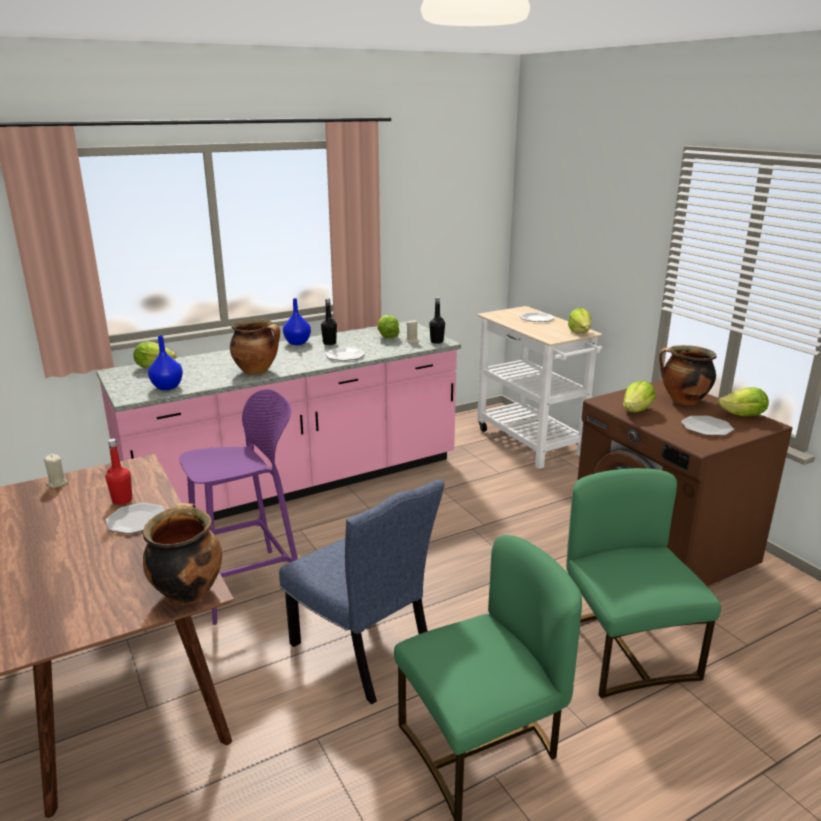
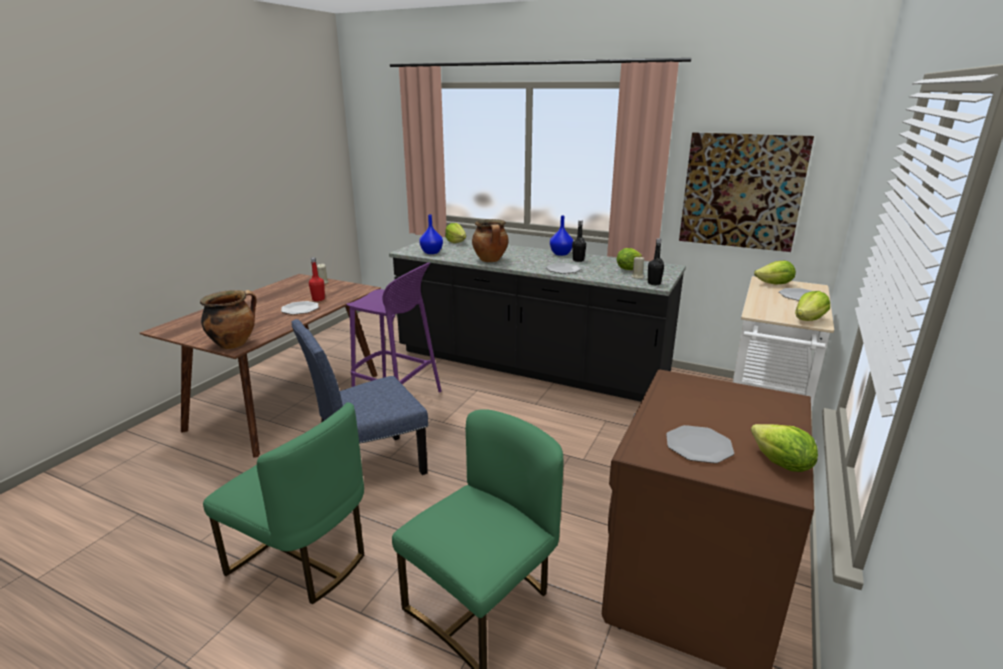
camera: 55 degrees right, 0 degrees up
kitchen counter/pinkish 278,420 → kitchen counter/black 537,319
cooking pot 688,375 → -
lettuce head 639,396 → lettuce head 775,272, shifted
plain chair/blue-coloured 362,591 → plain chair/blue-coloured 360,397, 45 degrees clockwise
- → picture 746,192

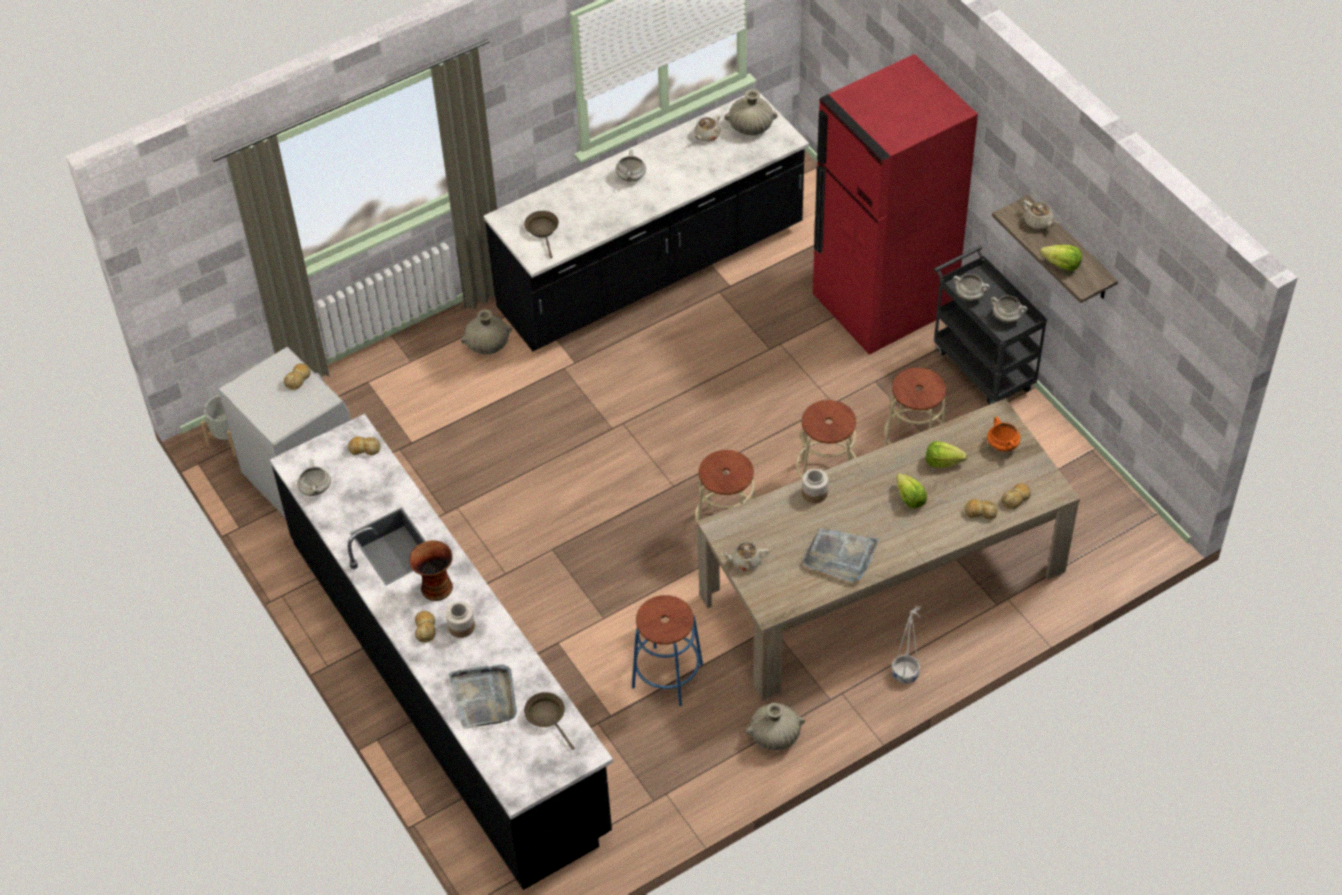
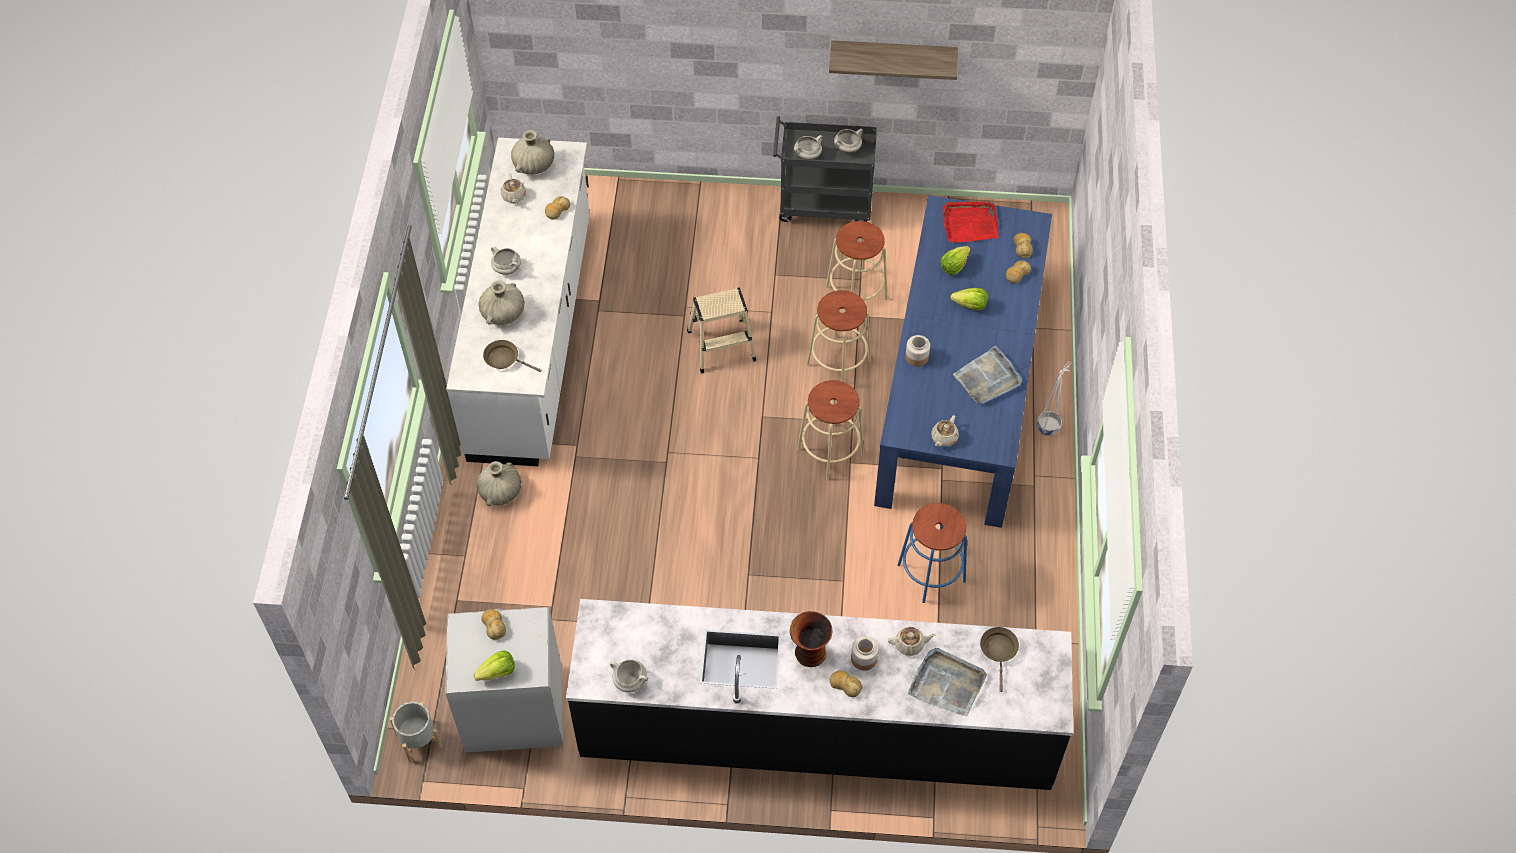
camera: 55 degrees left, 5 degrees up
fridge/red 895,204 → -
kitchen counter/black 646,220 → kitchen counter/white-coloured 518,302
teapot/sand-coloured 1040,214 → teapot/sand-coloured 912,641, shifted
lettuce head 1061,258 → lettuce head 494,665, shifted
dinner table/sand-coloured 888,549 → dinner table/blue-coloured 963,361
cooking pot/orange-coloured 1003,434 → tray/red 971,222
bread 364,445 → bread 557,208, shifted
skillet/brown 549,721 → skillet/brown 999,659, 90 degrees clockwise
flower vase/sand-coloured 775,727 → flower vase/sand-coloured 502,303, shifted
- → stepladder/sand-coloured 721,330

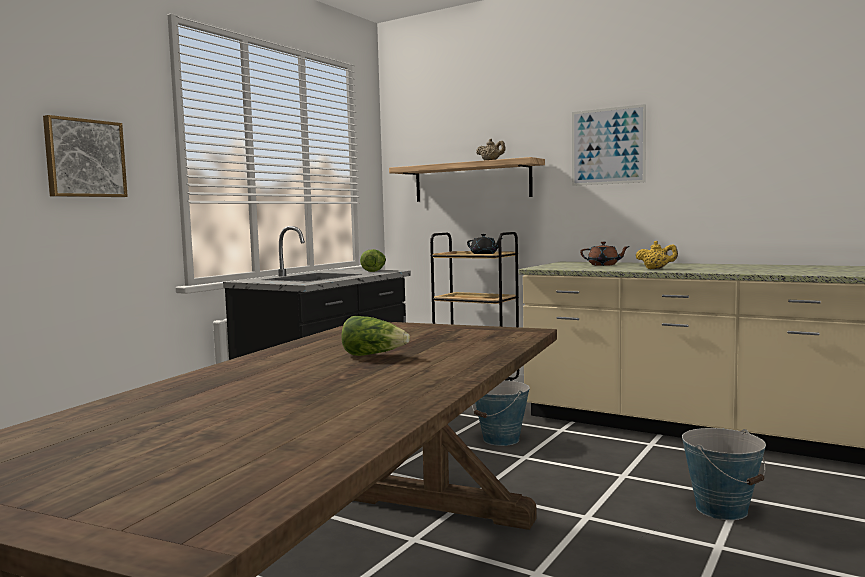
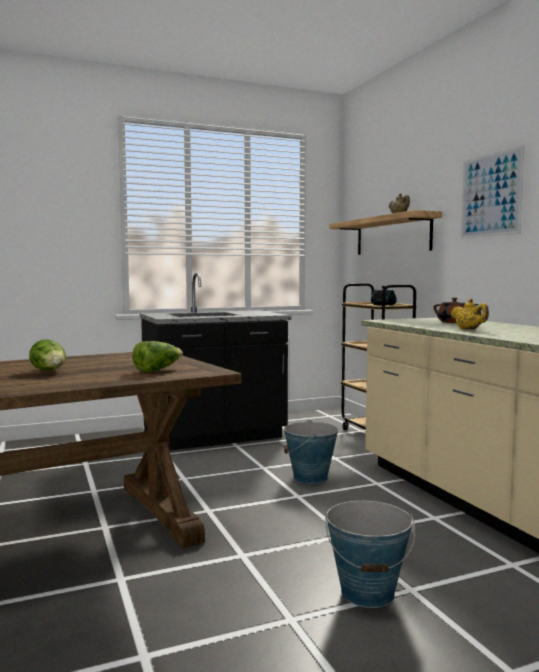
camera: 35 degrees right, 0 degrees up
picture 85,156 → -
lettuce head 373,260 → lettuce head 157,356, shifted

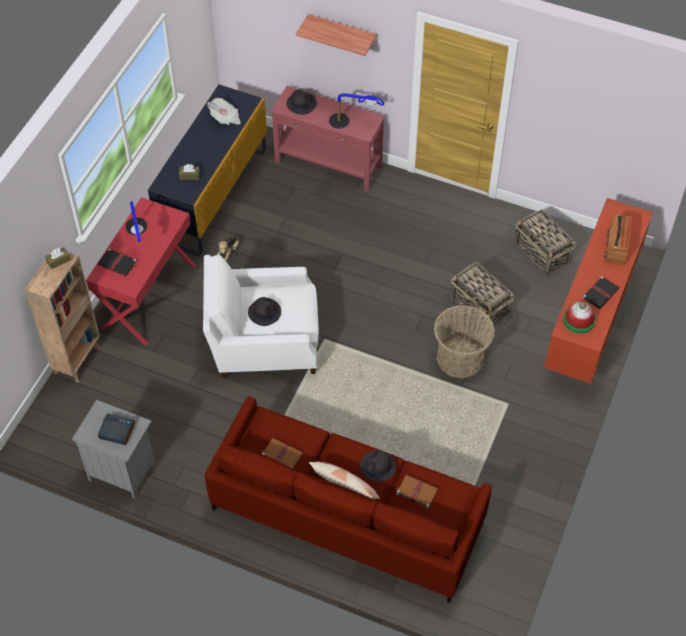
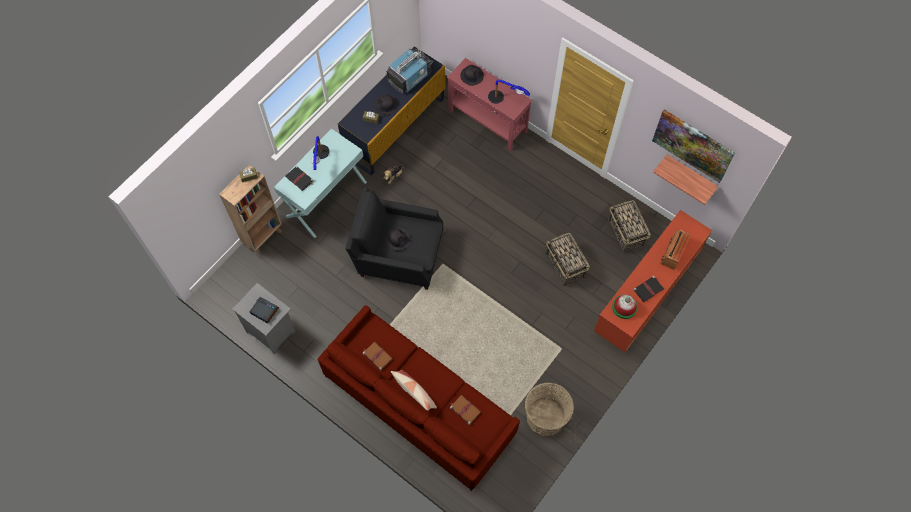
camera: 15 degrees right, 10 degrees up
wall shelf 336,35 → wall shelf 685,180, shifted
daily paper 224,111 → TV set 410,70
desk/red 141,271 → desk/blue-green 320,183
armchair/white-coloured 261,316 → armchair/black 394,238
basket 464,342 → basket 549,409, shifted
wearable hat/black 378,466 → wearable hat/black 386,104, shifted
- → picture 693,146

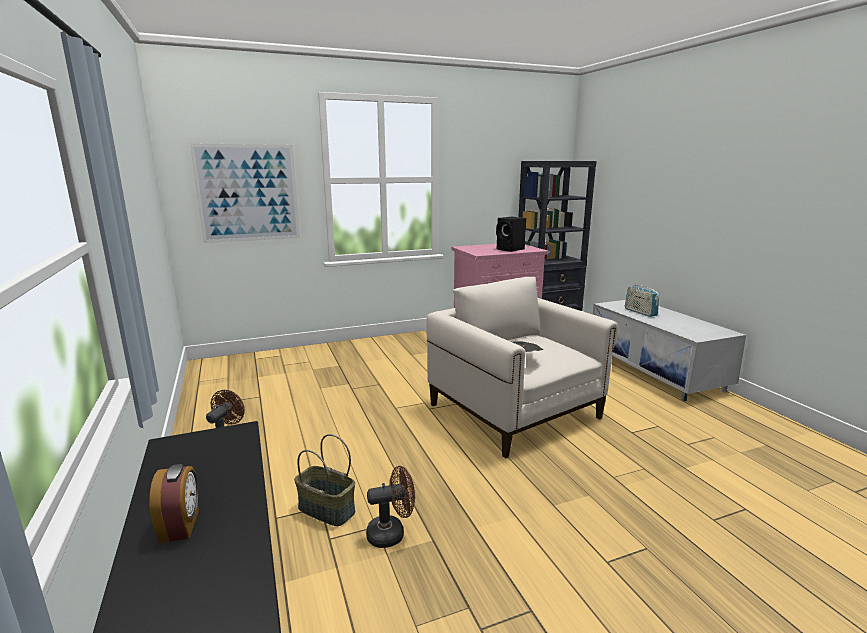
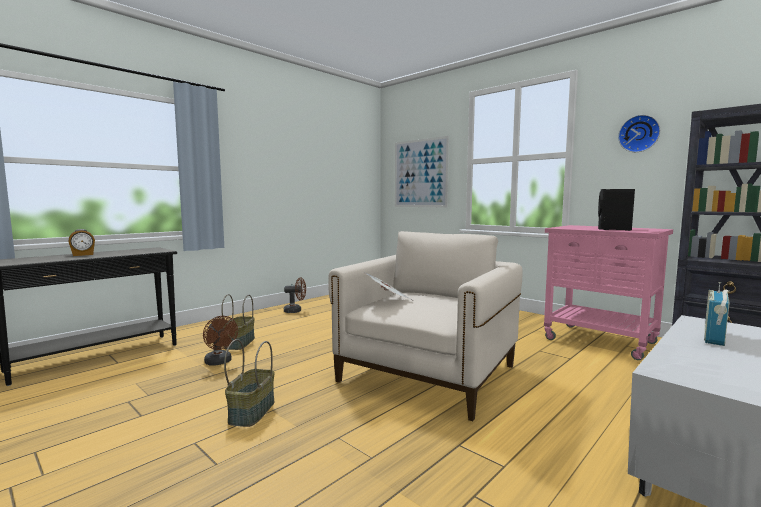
camera: 65 degrees right, 10 degrees down
- → hanging clock 639,133
- → basket 249,383

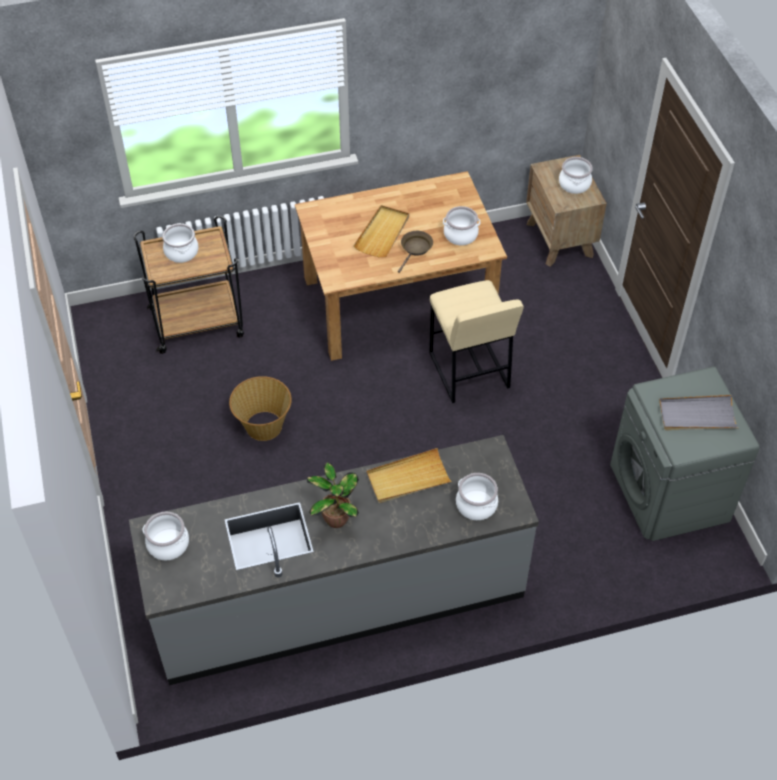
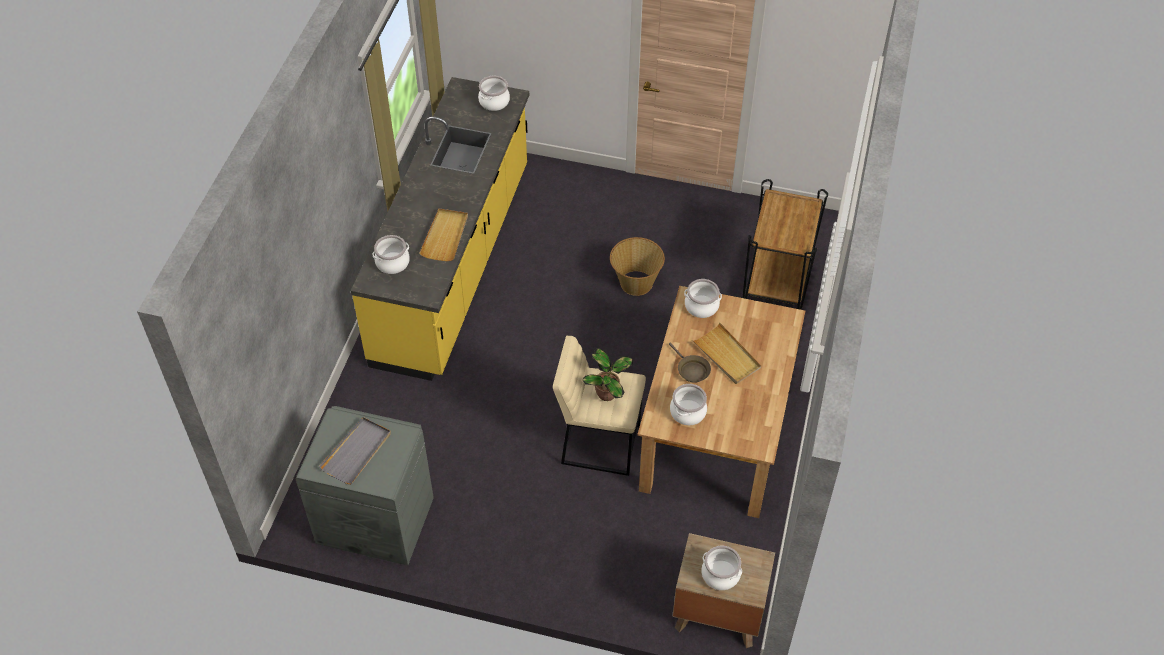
camera: 120 degrees right, 0 degrees up
cooking pot 180,243 → cooking pot 703,298, shifted
kitchen counter/gray 334,560 → kitchen counter/yellow 440,229
houseplant 333,495 → houseplant 608,374, shifted

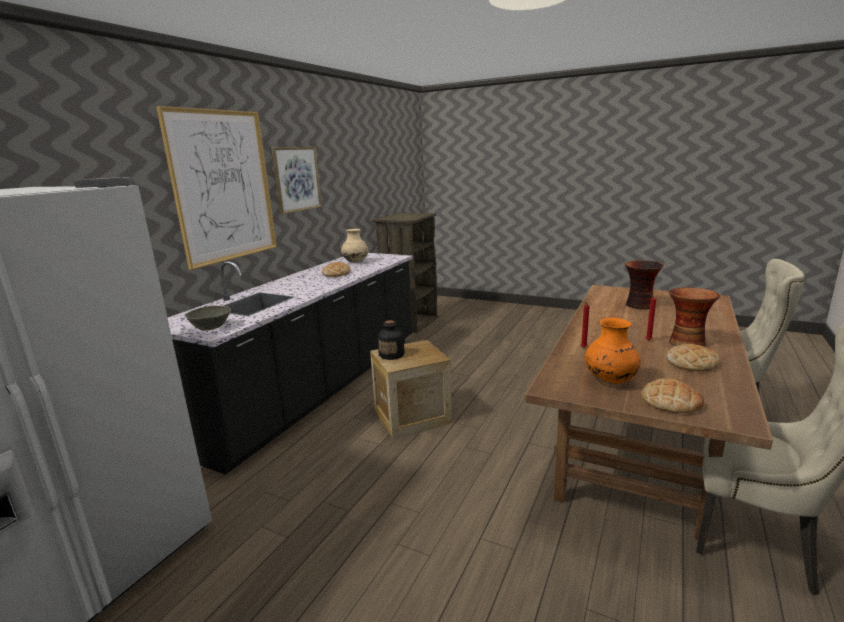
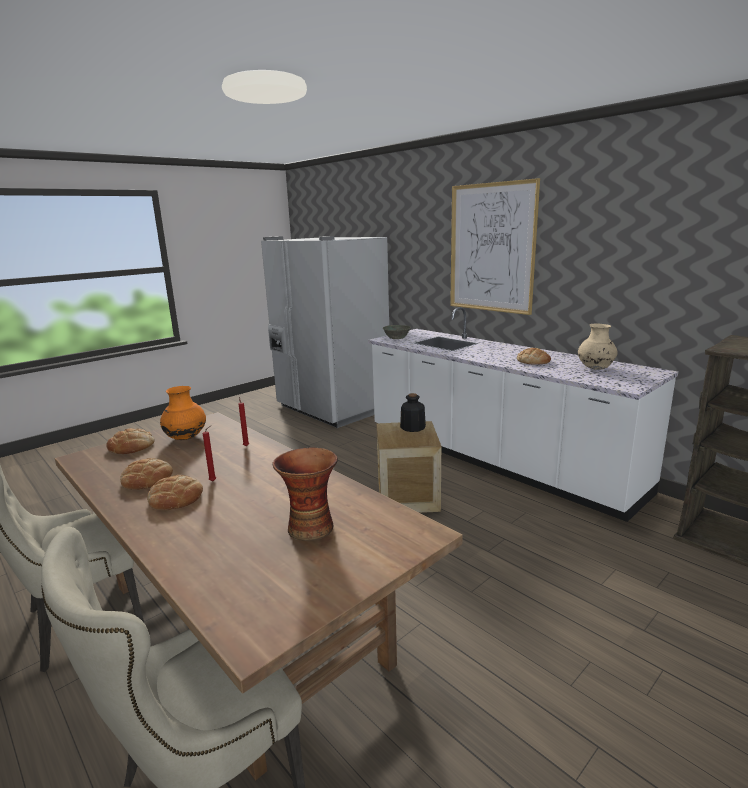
camera: 110 degrees right, 0 degrees up
picture 296,180 → -
kitchen counter/black 290,364 → kitchen counter/white-coloured 523,414
flower vase 694,317 → bread 175,492

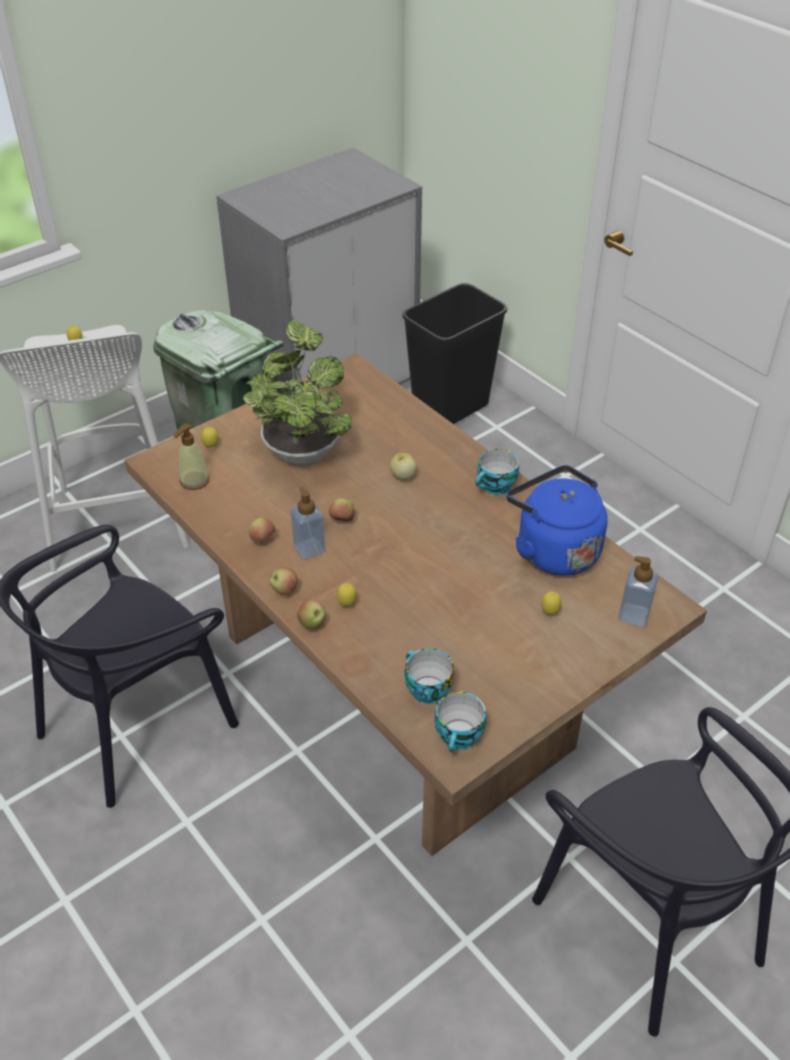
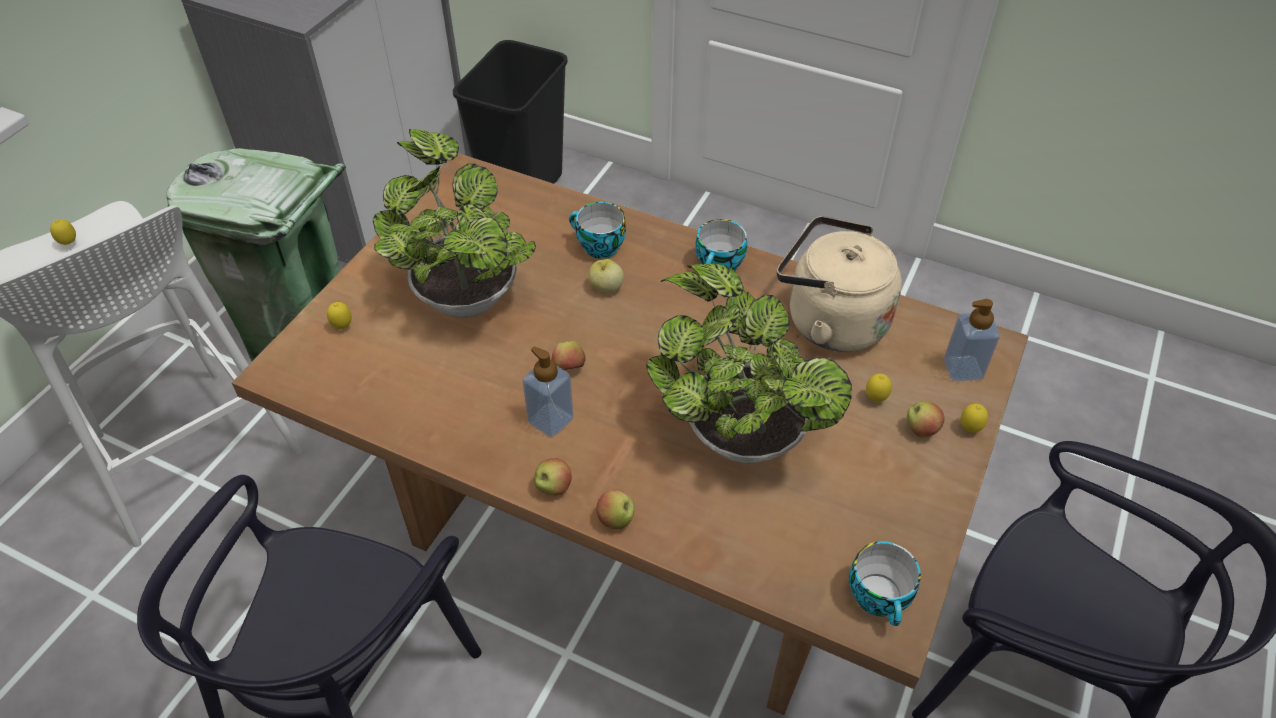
camera: 25 degrees left, 5 degrees up
soap bottle 192,456 → -
tea kettle/blue-coloured 557,520 → tea kettle/sand-coloured 839,284
whole apple 262,530 → whole apple 925,419, shifted
lemon 347,594 → lemon 974,418, shifted
small cup 429,676 → small cup 597,230, shifted
- → houseplant 749,363

